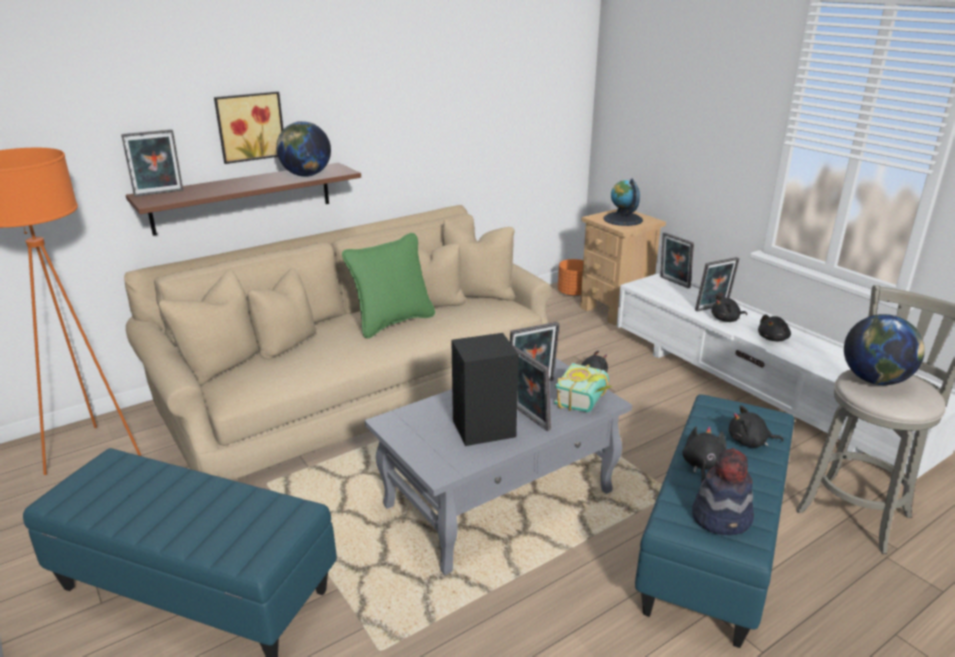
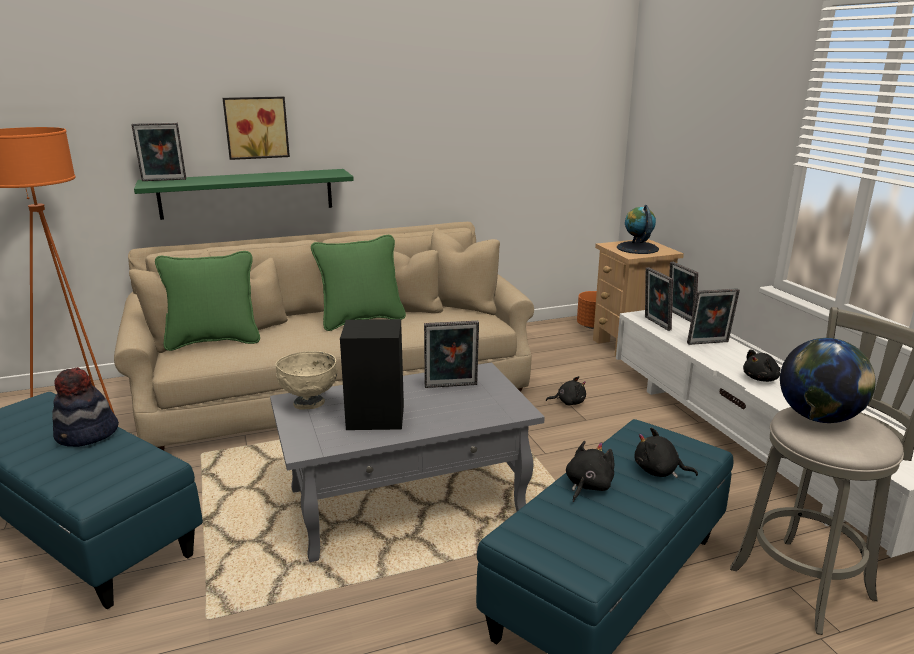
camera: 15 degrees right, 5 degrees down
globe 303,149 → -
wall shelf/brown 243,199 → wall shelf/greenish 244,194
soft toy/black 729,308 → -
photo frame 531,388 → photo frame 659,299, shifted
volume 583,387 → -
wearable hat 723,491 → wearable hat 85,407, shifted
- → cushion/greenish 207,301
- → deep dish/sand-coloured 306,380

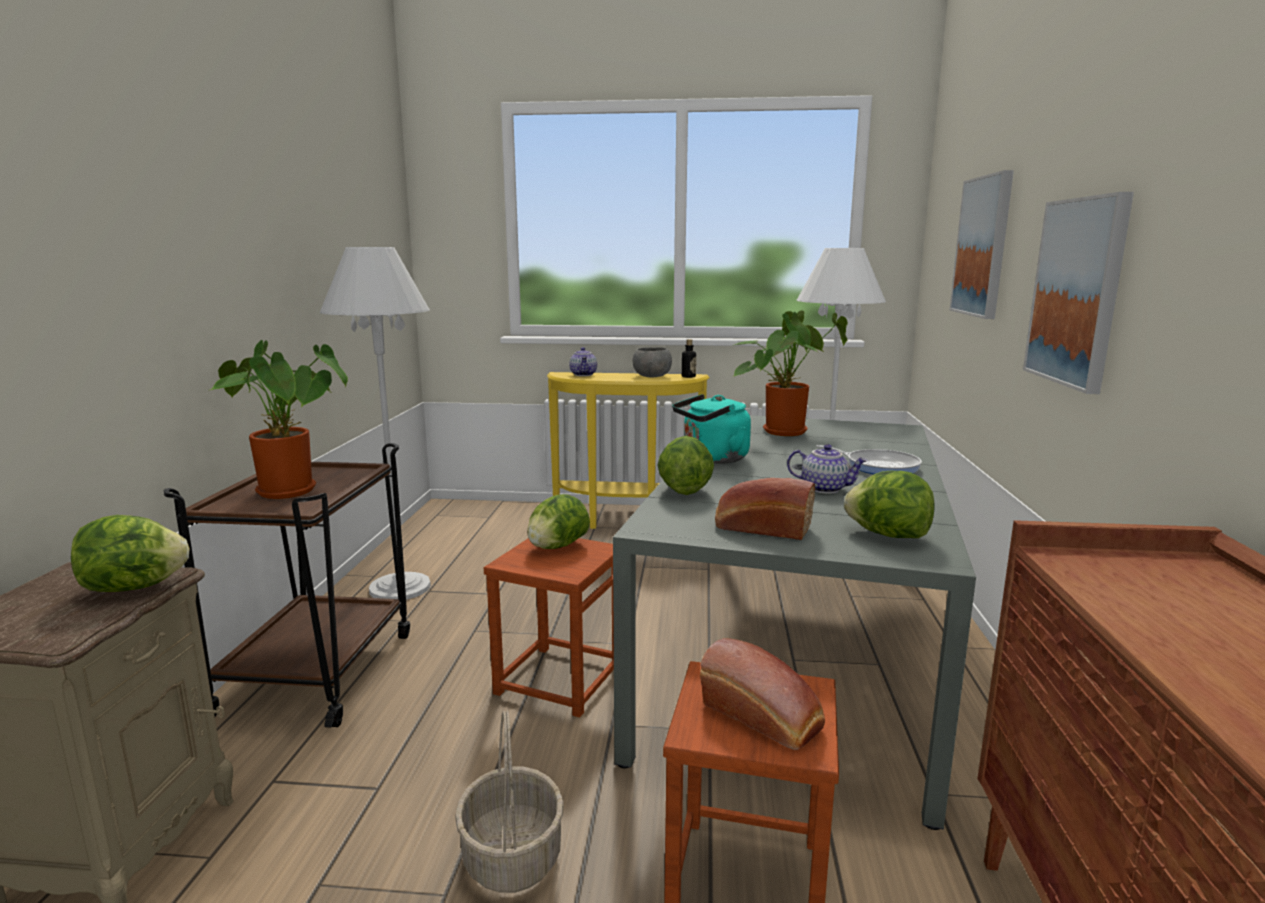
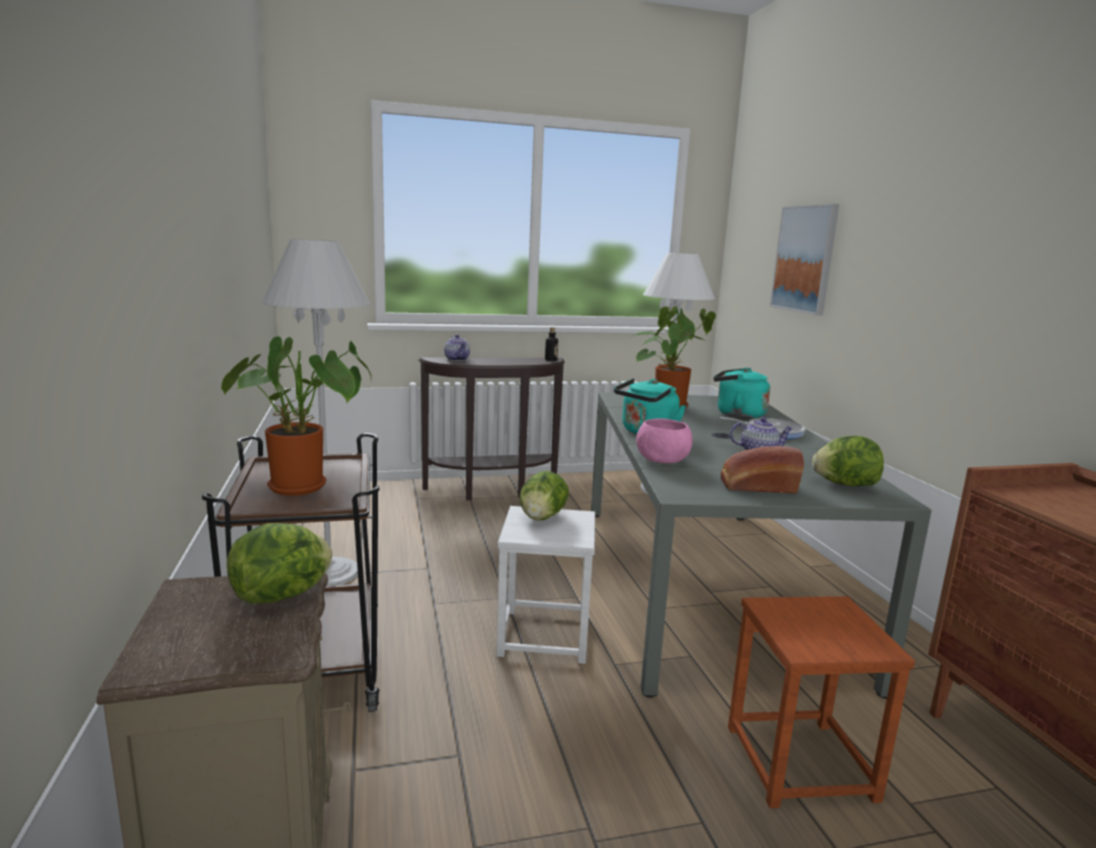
camera: 20 degrees left, 0 degrees up
picture 1078,293 → -
deep dish/gray 652,362 → -
hall table/yellow 628,450 → hall table/brown 491,428
lettuce head 685,465 → deep dish/pinkish 664,440
stool seat/brown 549,628 → stool seat/white-coloured 545,585
bread 762,694 → -
basket 509,802 → -
- → tea kettle/blue-green 742,393

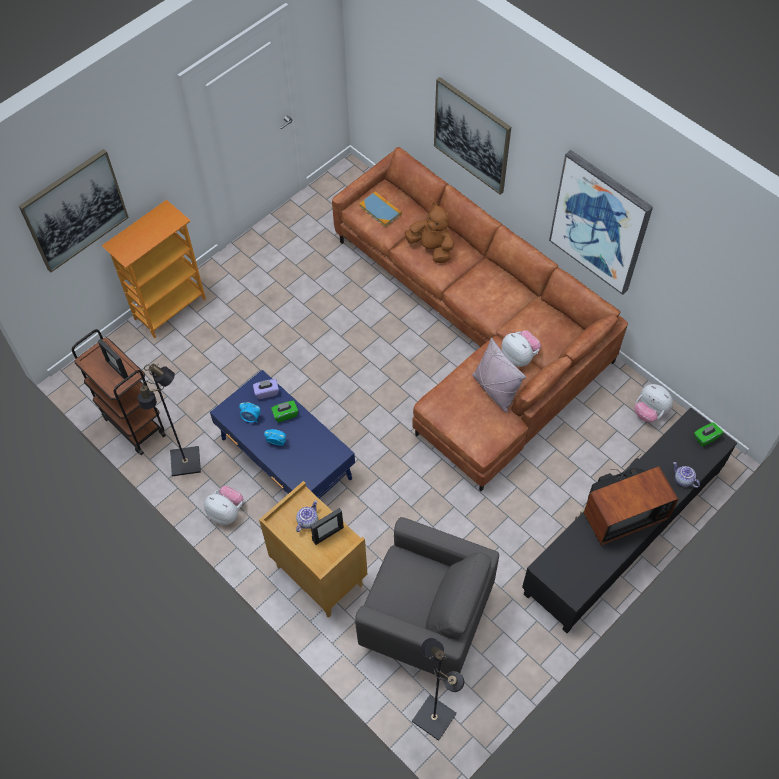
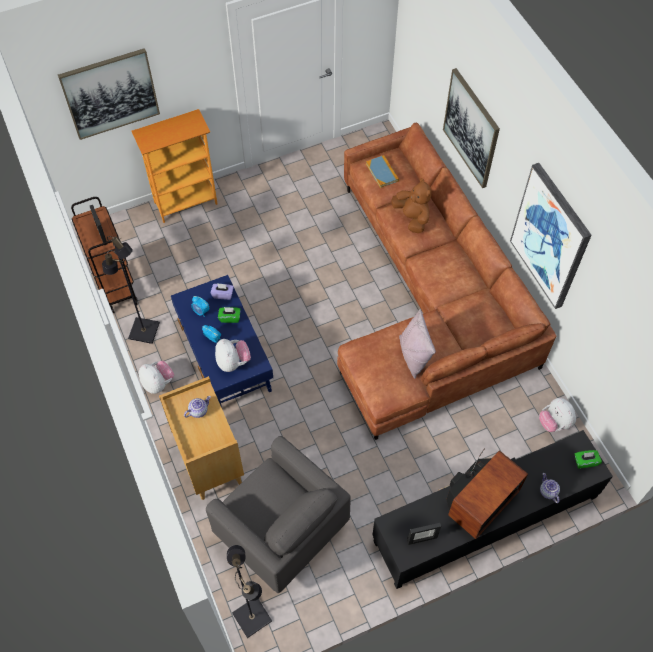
camera: 20 degrees right, 0 degrees up
soft toy 521,348 → soft toy 233,355, shifted
TV set 631,499 → TV set 487,493, 45 degrees counterclockwise
photo frame 327,526 → photo frame 424,534, shifted

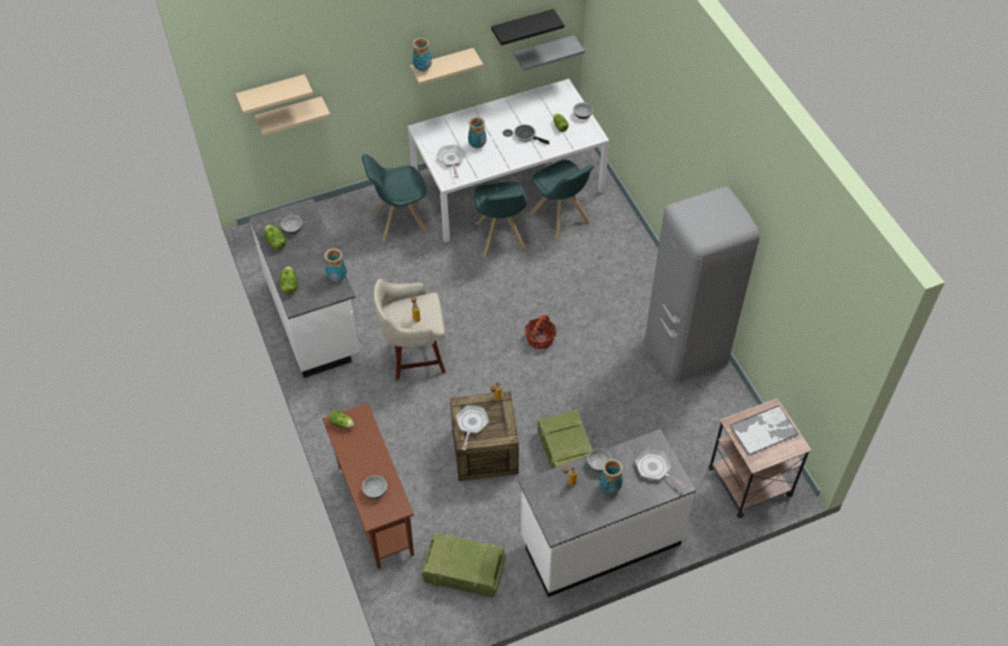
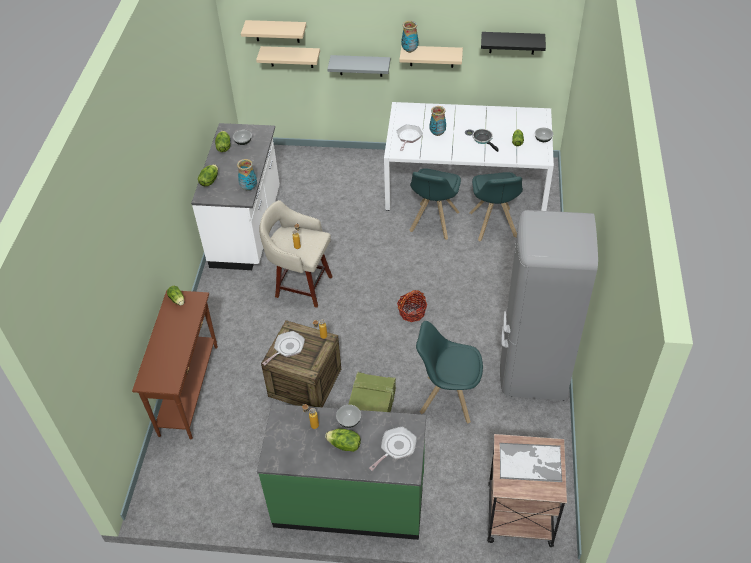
camera: 30 degrees right, 5 degrees down
wall shelf/gray 549,53 → wall shelf/gray 358,66, shifted
plain chair/blue-green 395,198 → plain chair/blue-green 449,372, shifted
kitchen counter/white-coloured 607,513 → kitchen counter/greenish 341,472
skillet 661,469 → skillet 393,448, 60 degrees clockwise
flower vase 611,476 → lettuce head 343,440
deep dish 374,487 → -
crate 463,565 → -

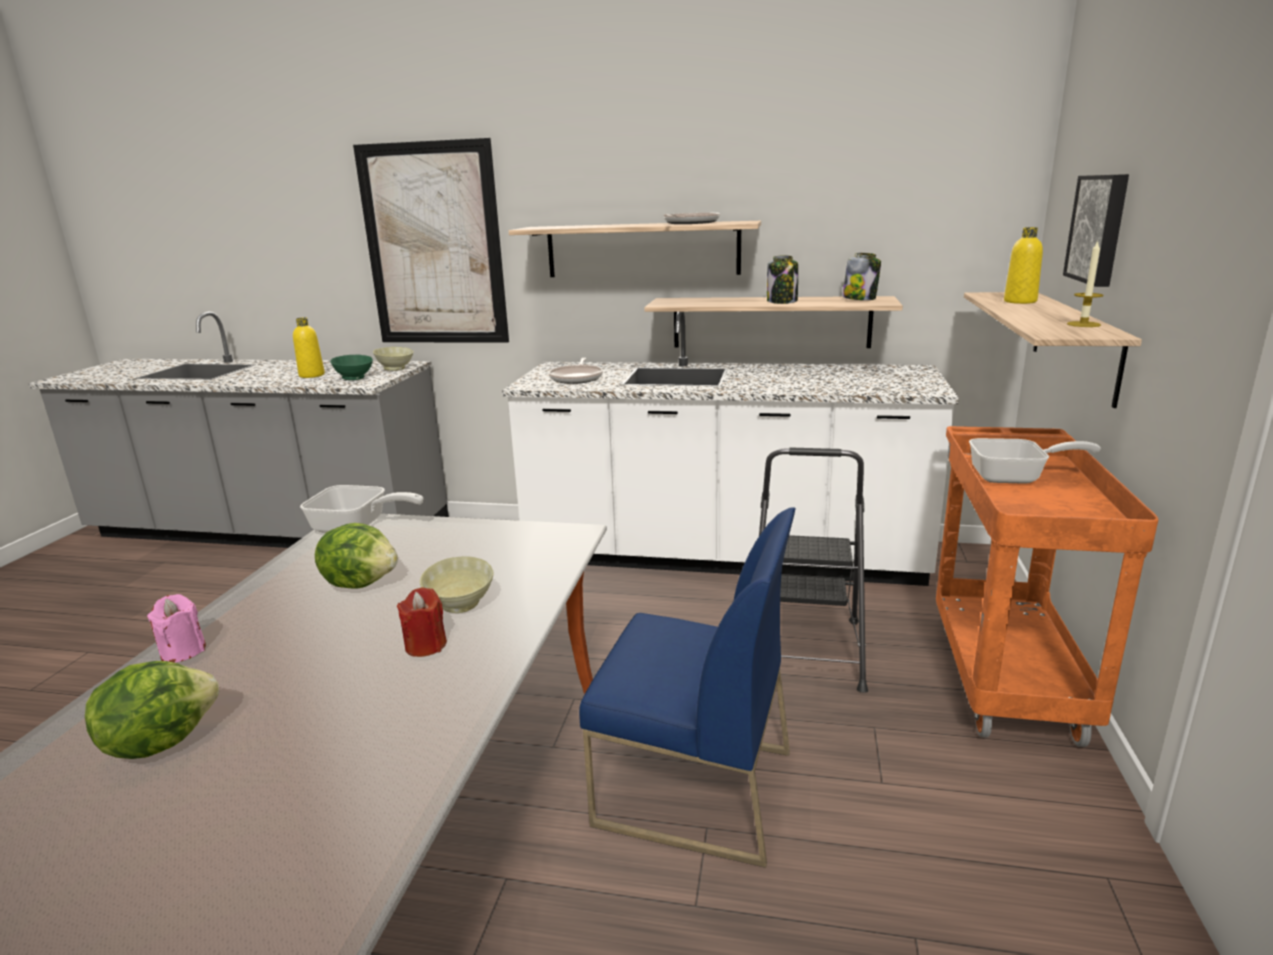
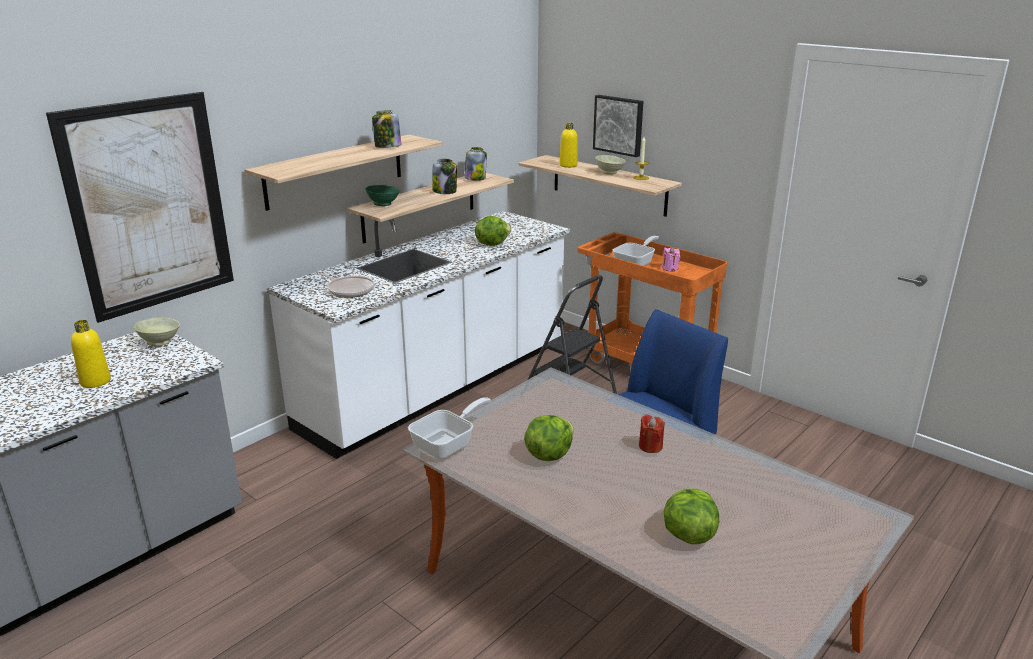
camera: 60 degrees left, 5 degrees up
skillet 692,218 → storage jar 386,129
deep dish/greenish 351,367 → deep dish/greenish 382,195, shifted
deep dish/sand-coloured 457,584 → deep dish/sand-coloured 610,164, shifted
wax candle/pinkish 176,628 → wax candle/pinkish 671,259, shifted
- → lettuce head 493,231

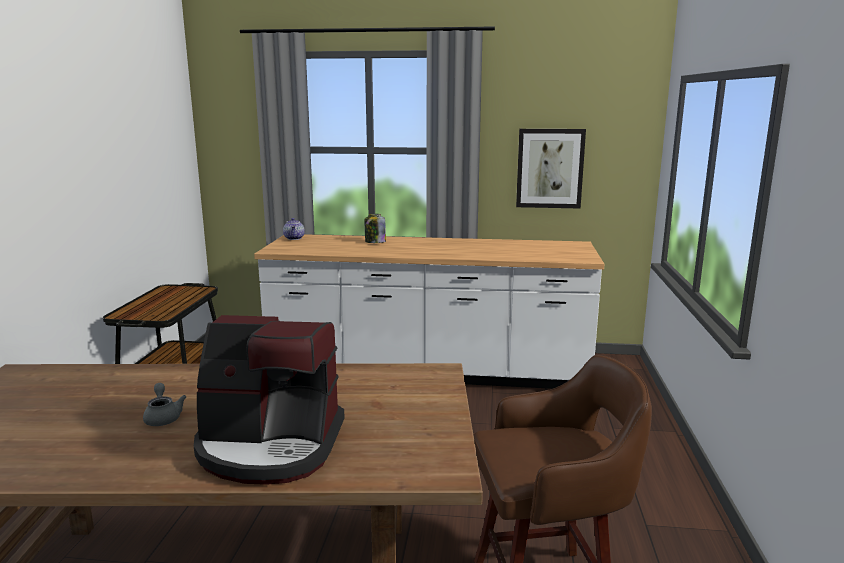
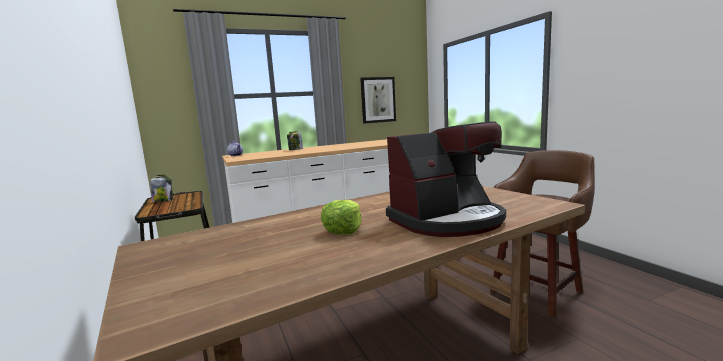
camera: 30 degrees left, 5 degrees down
teapot/gray 165,404 → lettuce head 341,217
- → storage jar 161,188

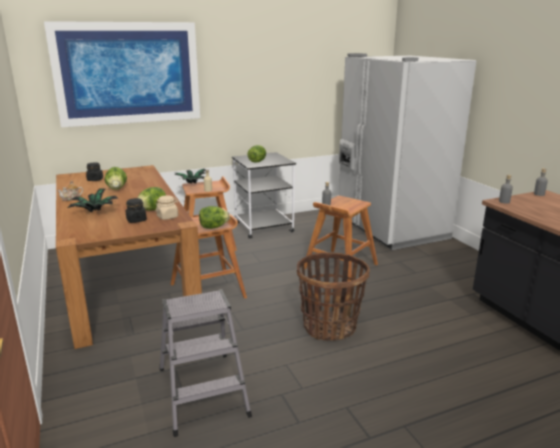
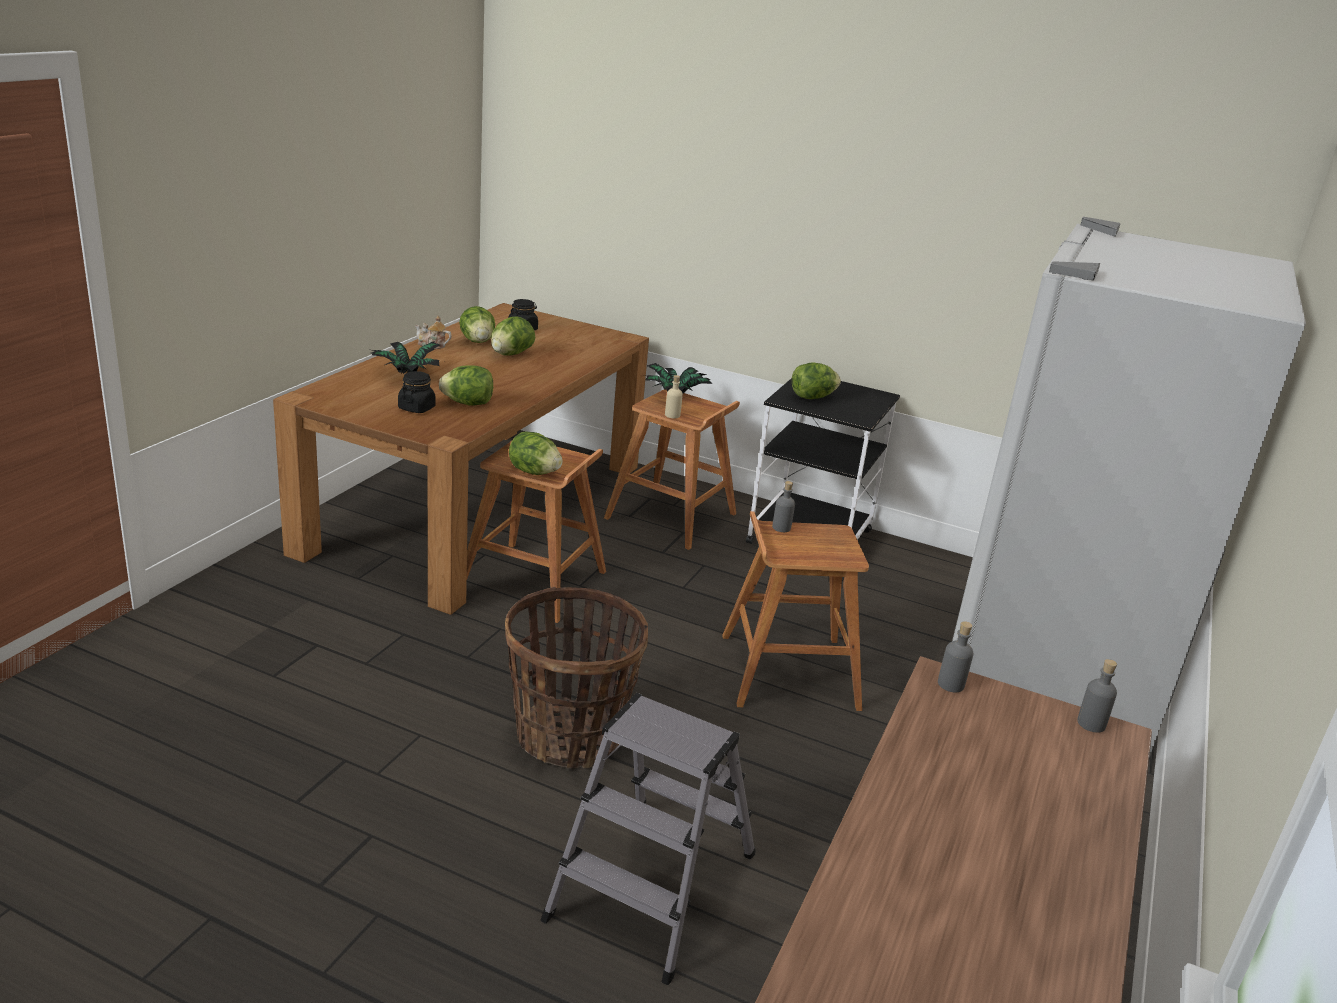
camera: 45 degrees right, 5 degrees up
picture 122,74 → -
storage jar/sand-coloured 167,207 → -
stepladder/gray 205,363 → stepladder/gray 648,839, shifted
- → lettuce head 477,324

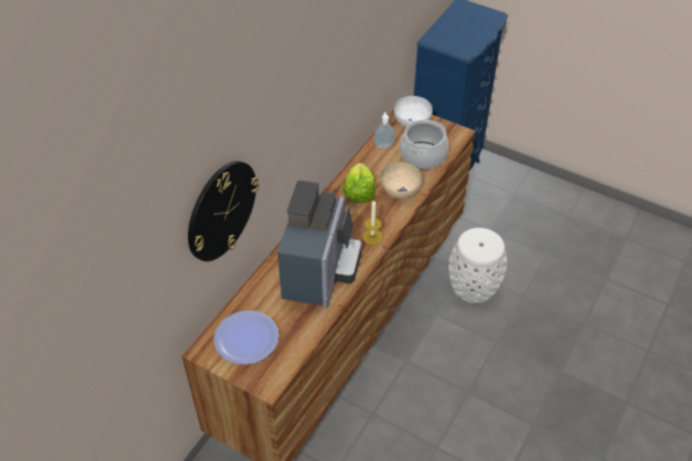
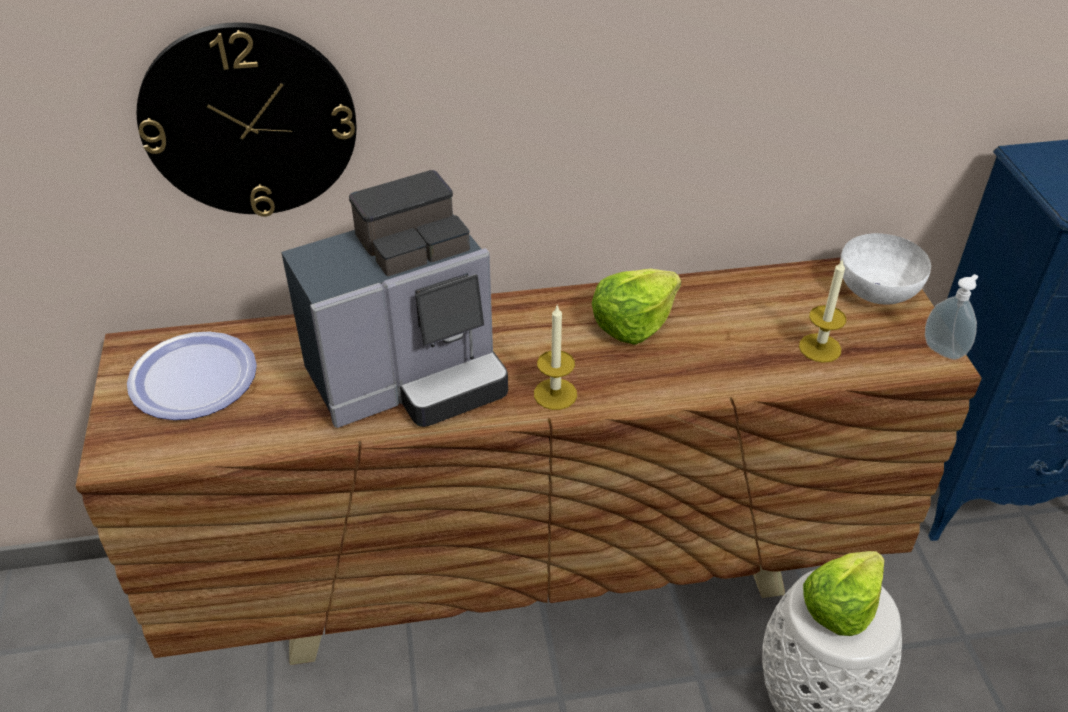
camera: 50 degrees right, 5 degrees down
soap bottle 384,130 → soap bottle 951,317, shifted
cooking pot 424,144 → wax candle 822,311
deep dish/sand-coloured 402,180 → -
- → lettuce head 844,593

